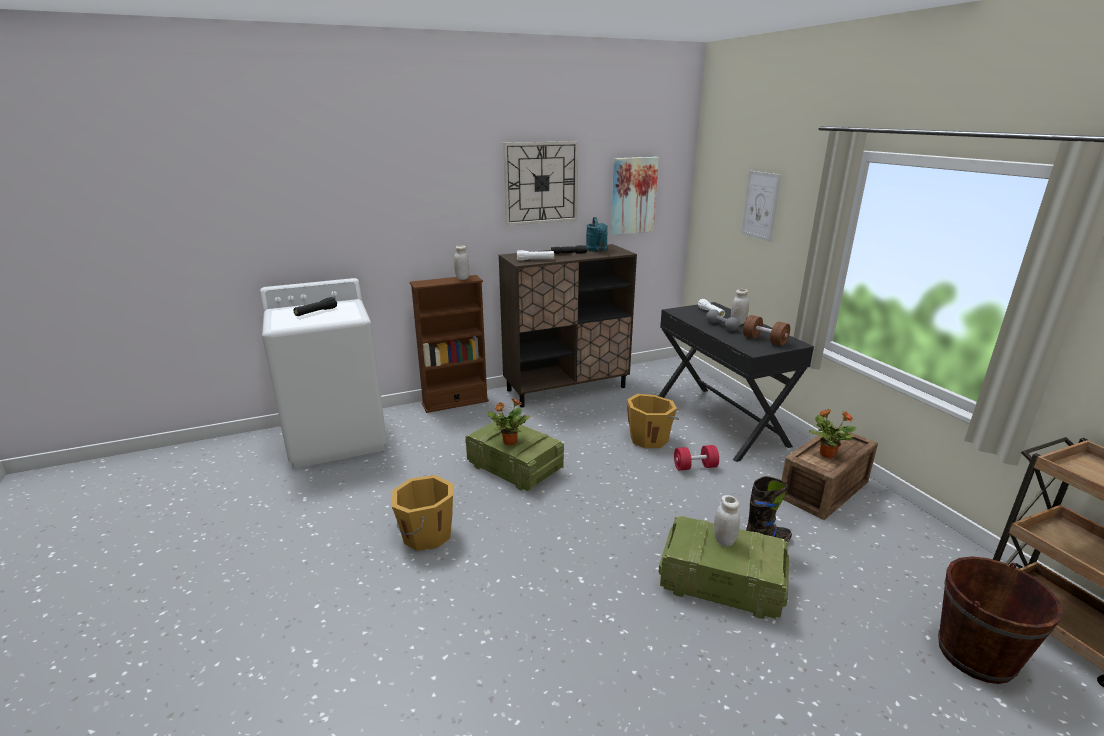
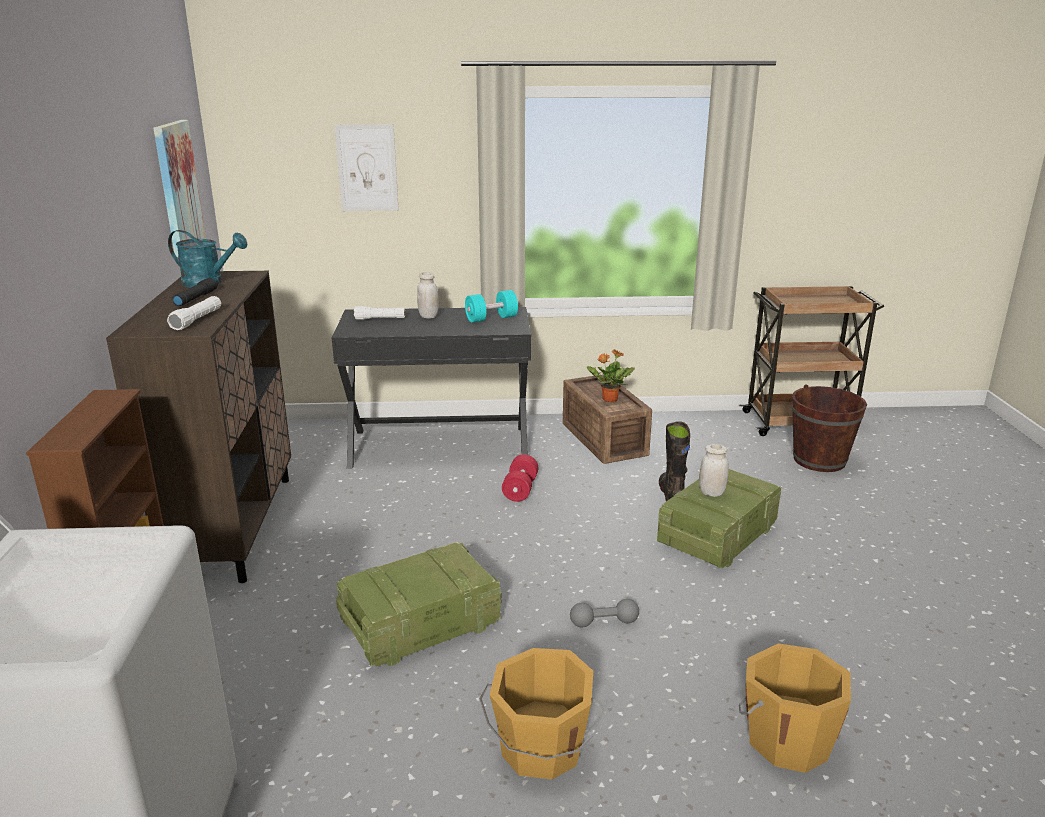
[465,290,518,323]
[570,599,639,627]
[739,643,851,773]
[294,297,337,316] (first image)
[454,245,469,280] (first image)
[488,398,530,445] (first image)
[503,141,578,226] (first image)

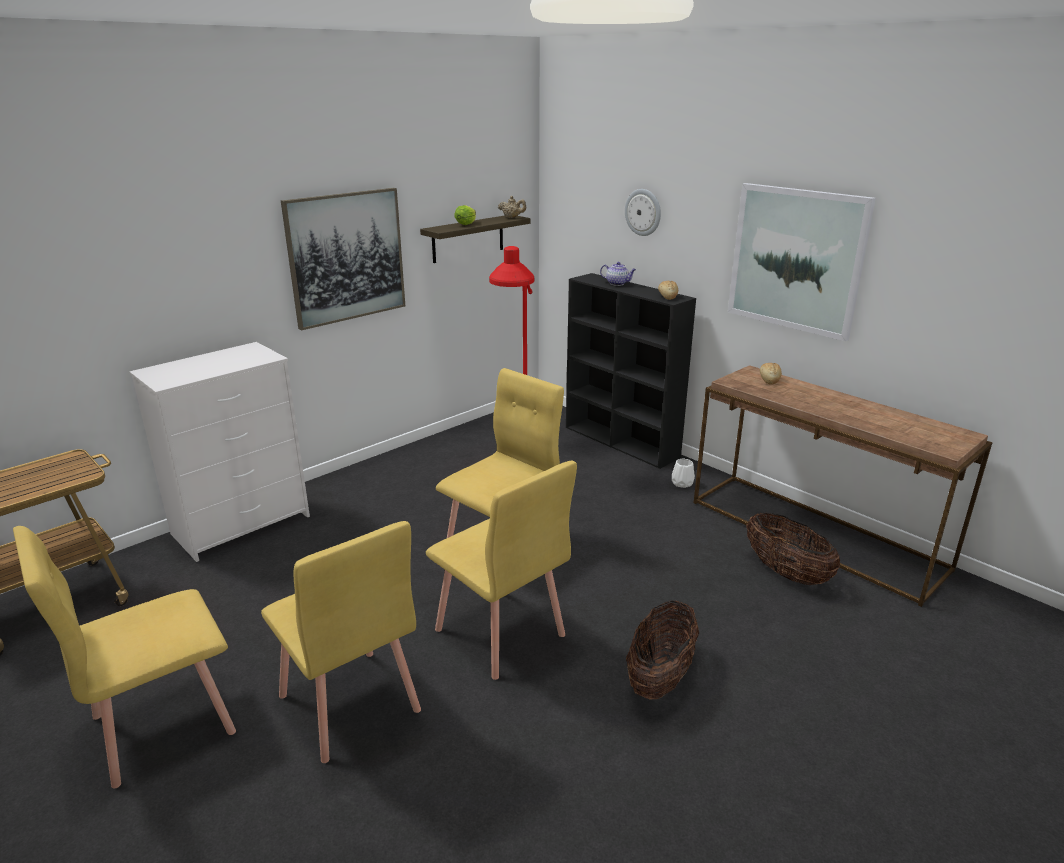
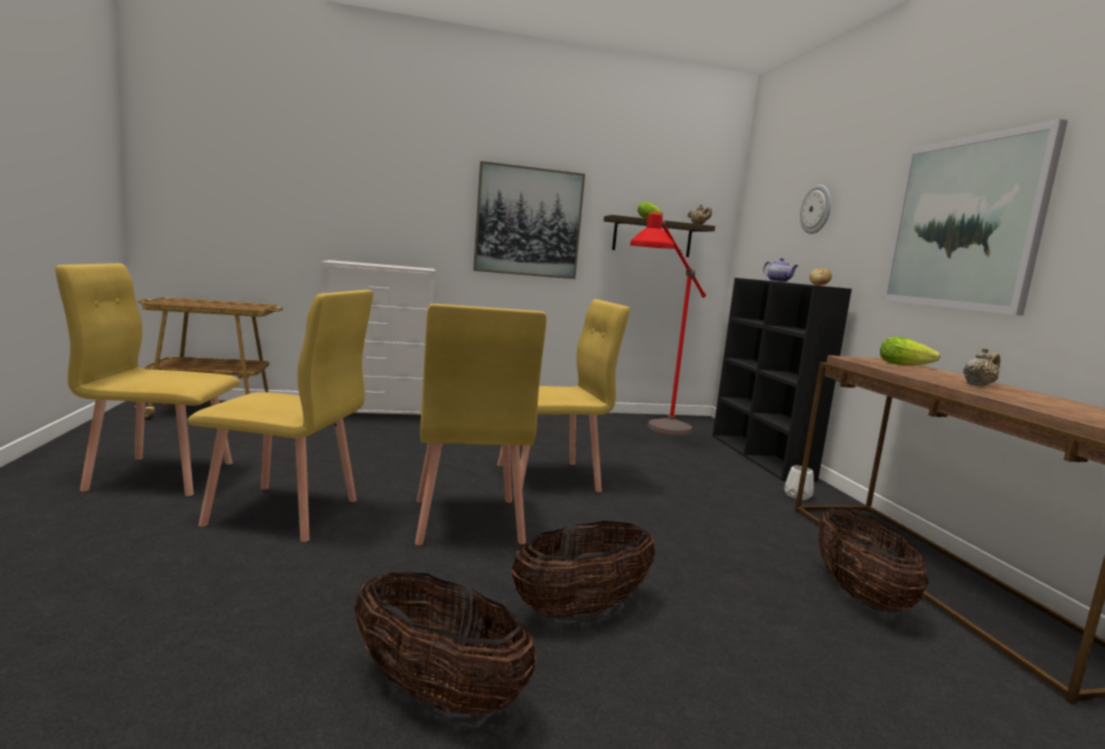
[188,290,373,542]
[354,572,537,716]
[880,336,941,365]
[963,347,1000,386]

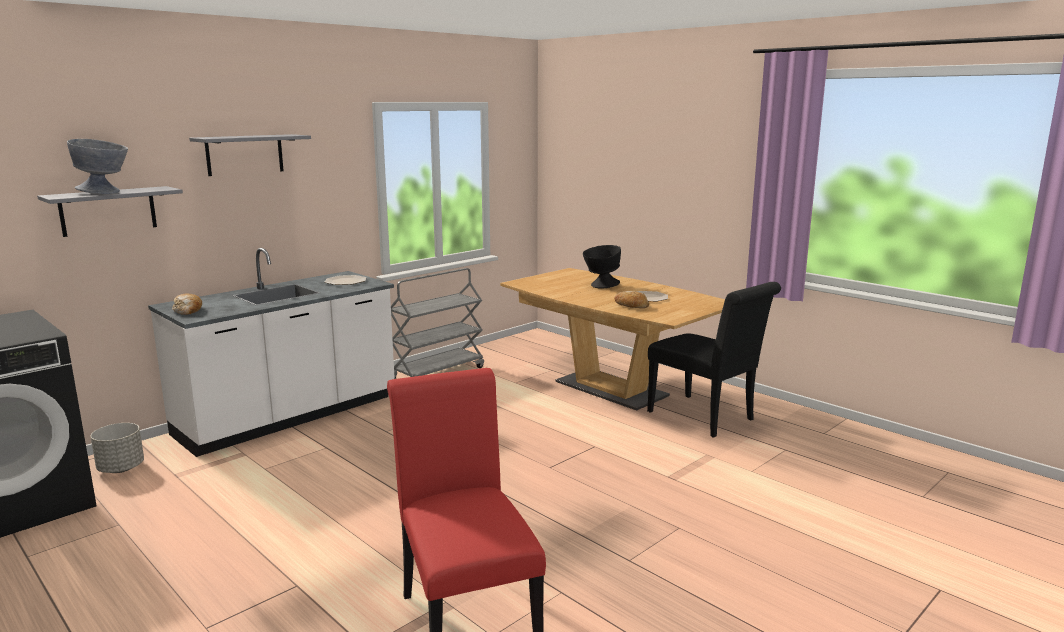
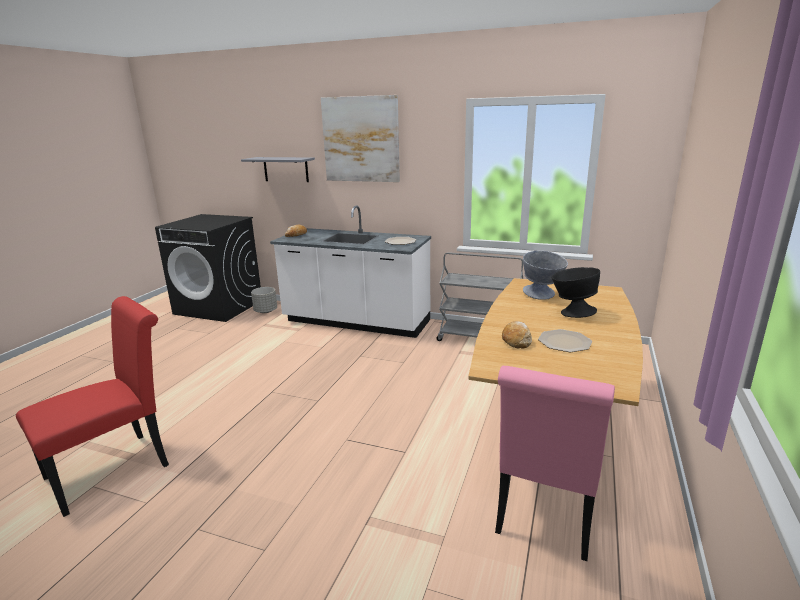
[321,95,400,182]
[495,366,615,561]
[523,251,568,300]

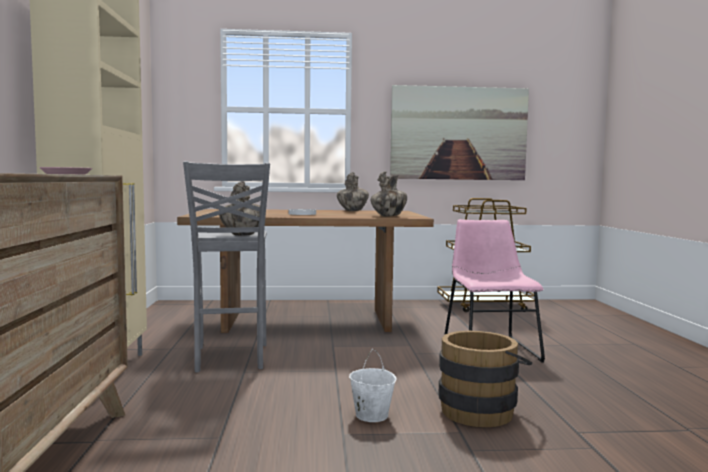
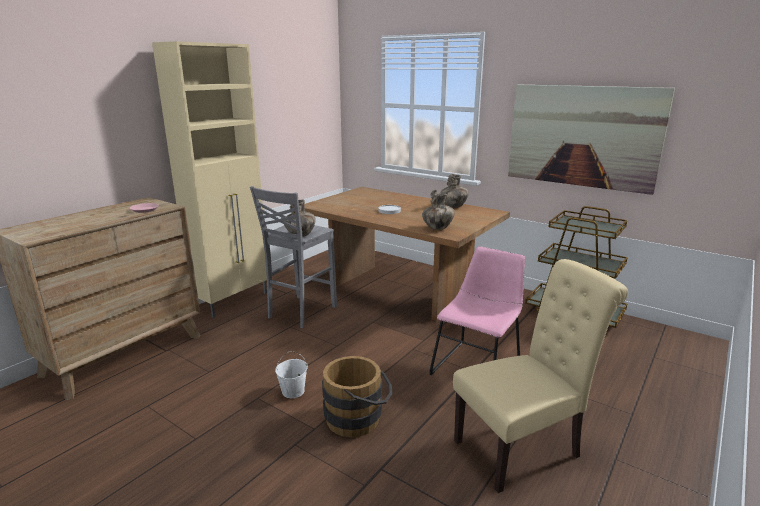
[453,259,628,493]

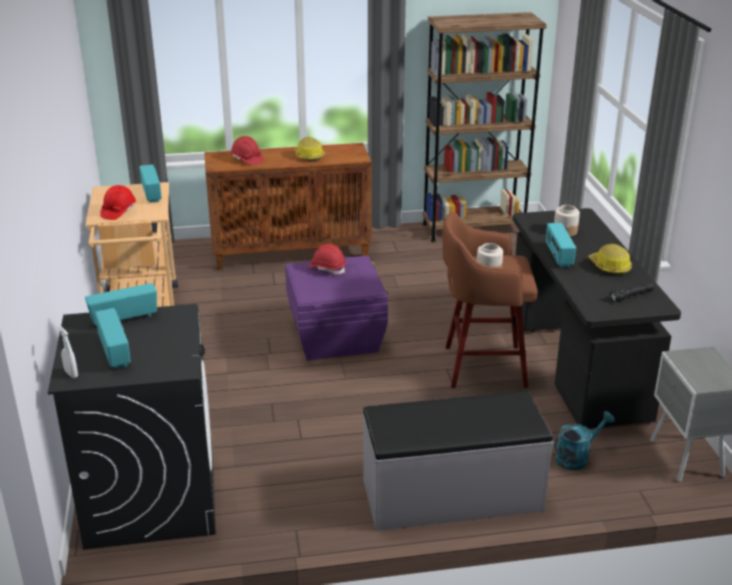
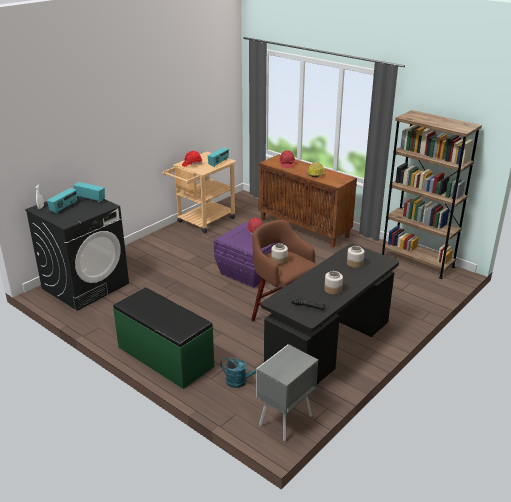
[113,287,214,389]
[324,271,343,295]
[546,223,576,268] (first image)

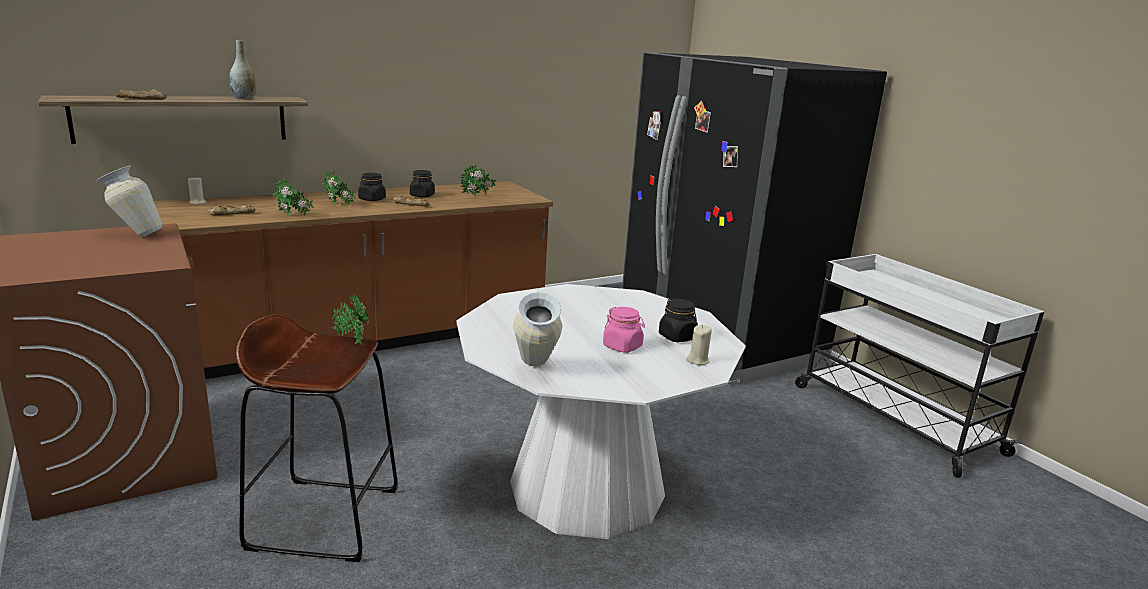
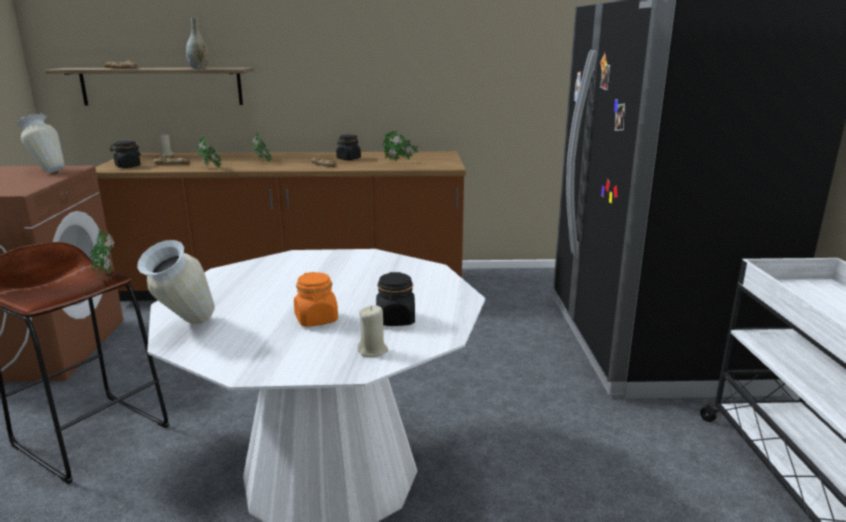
[110,141,141,168]
[294,272,338,327]

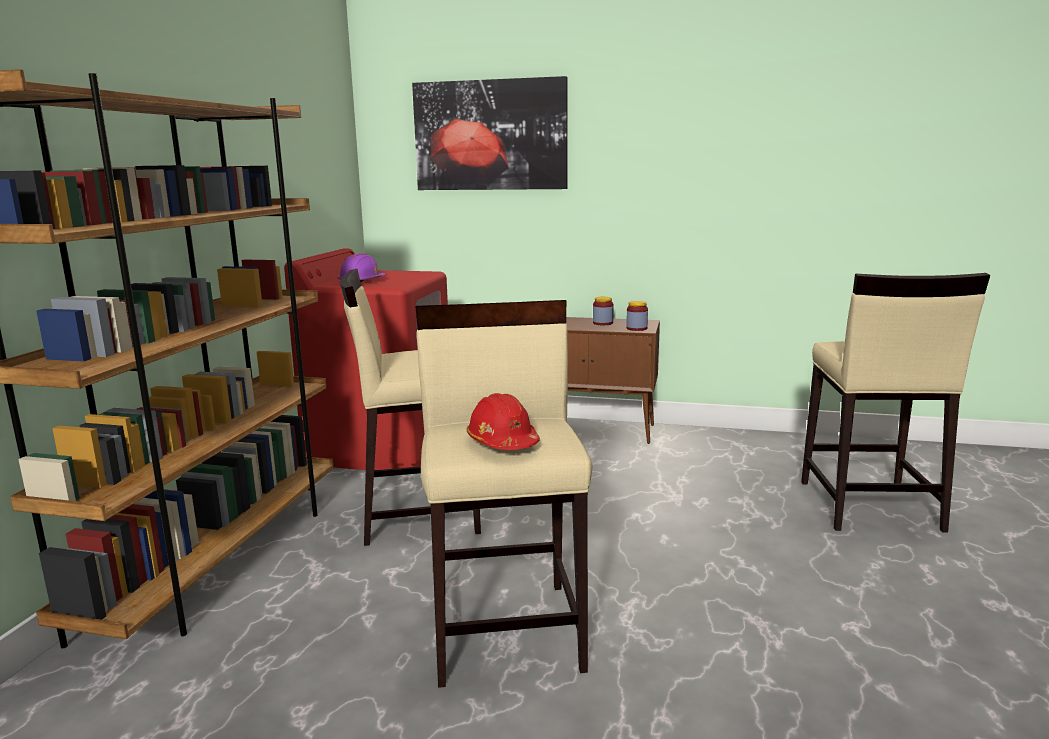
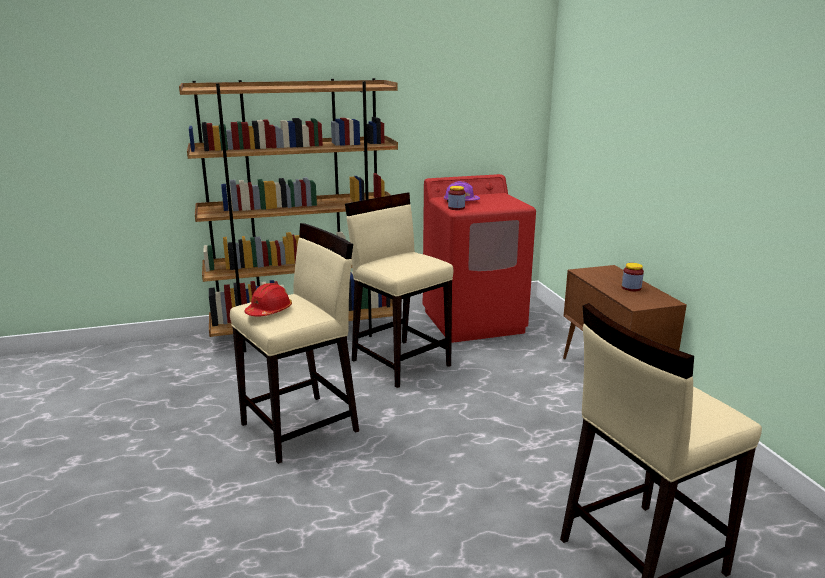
[448,186,465,210]
[412,76,568,190] (first image)

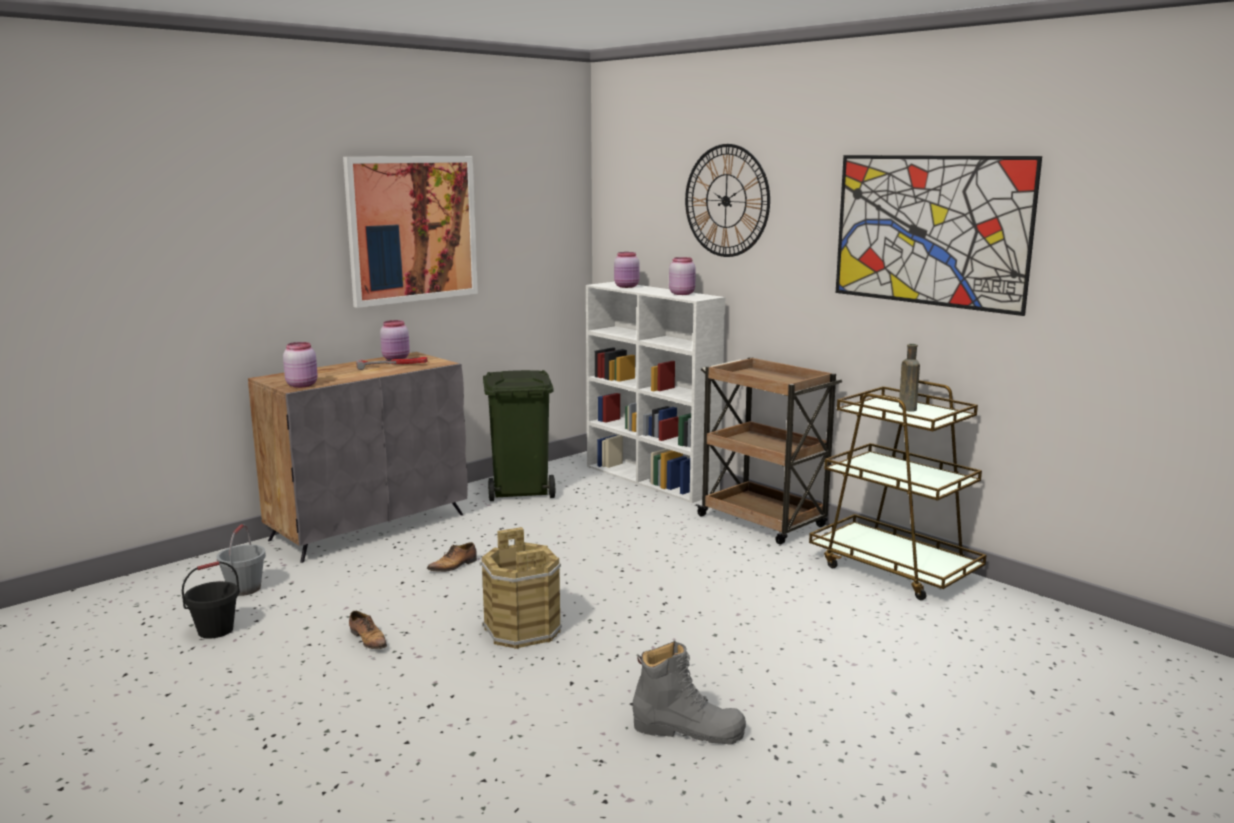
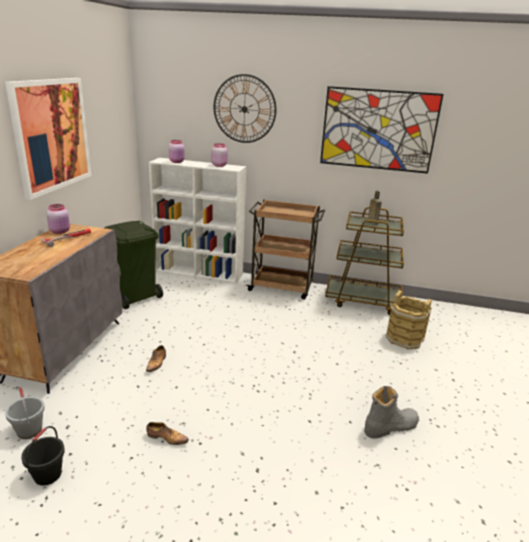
[386,290,432,350]
[283,342,318,388] (first image)

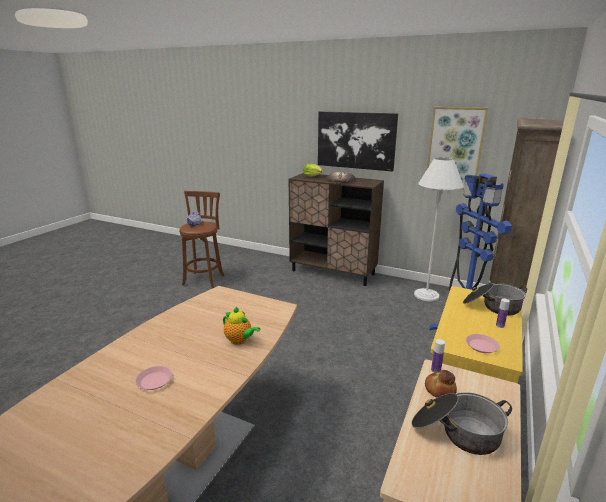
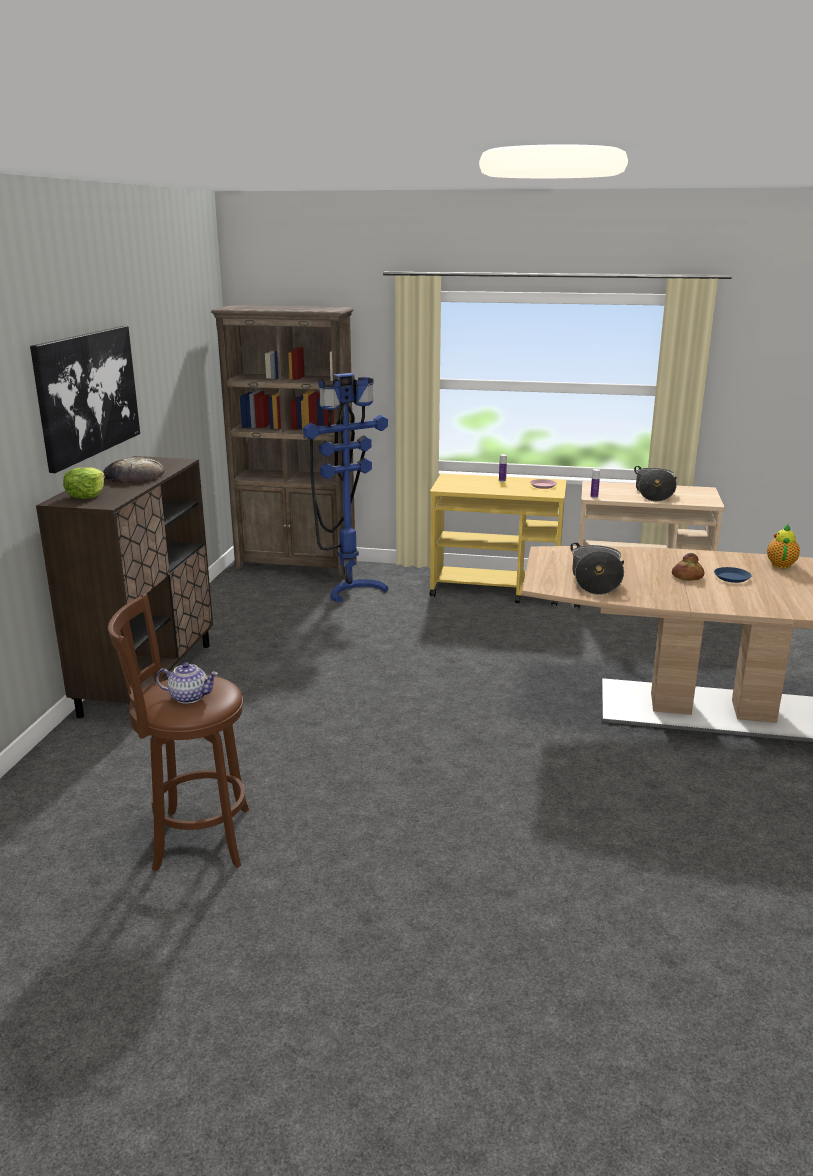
[570,543,624,595]
[672,553,704,580]
[714,567,751,583]
[767,524,800,568]
[414,157,463,301] (first image)
[427,107,488,190] (first image)

